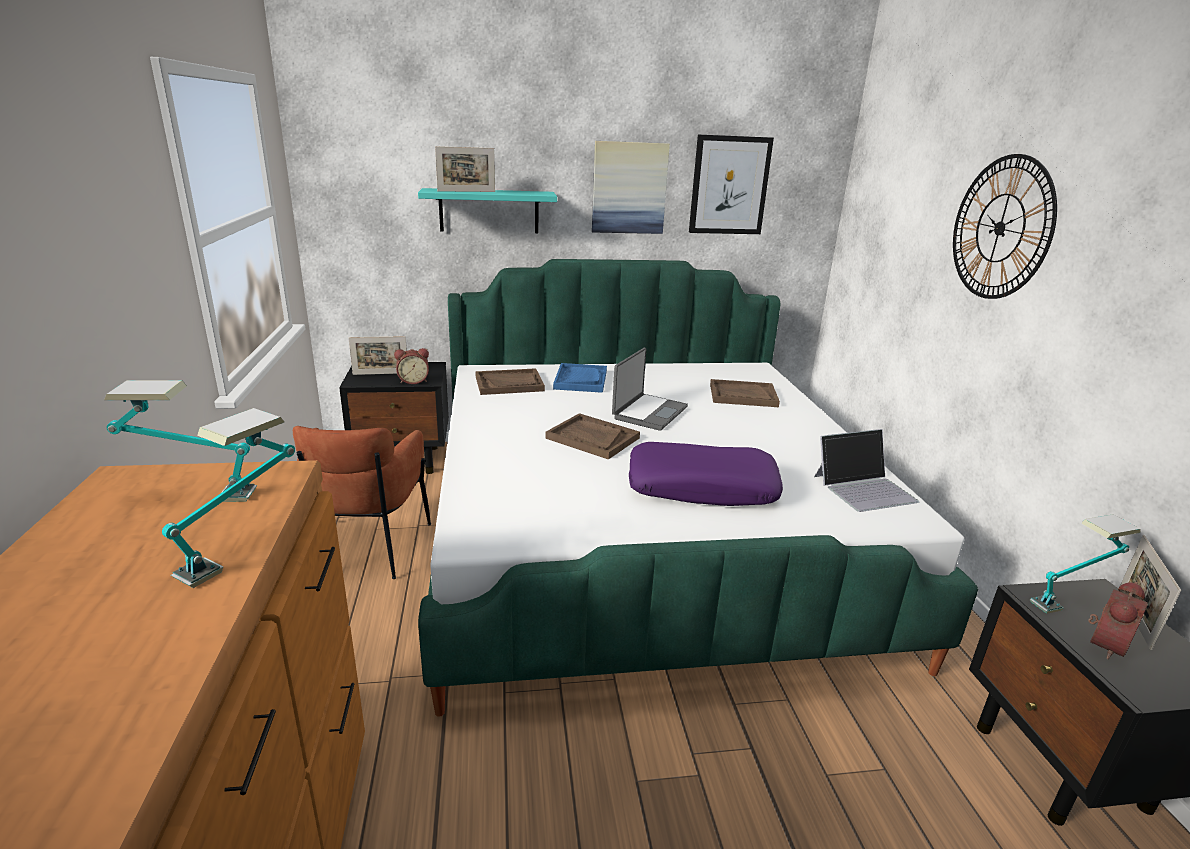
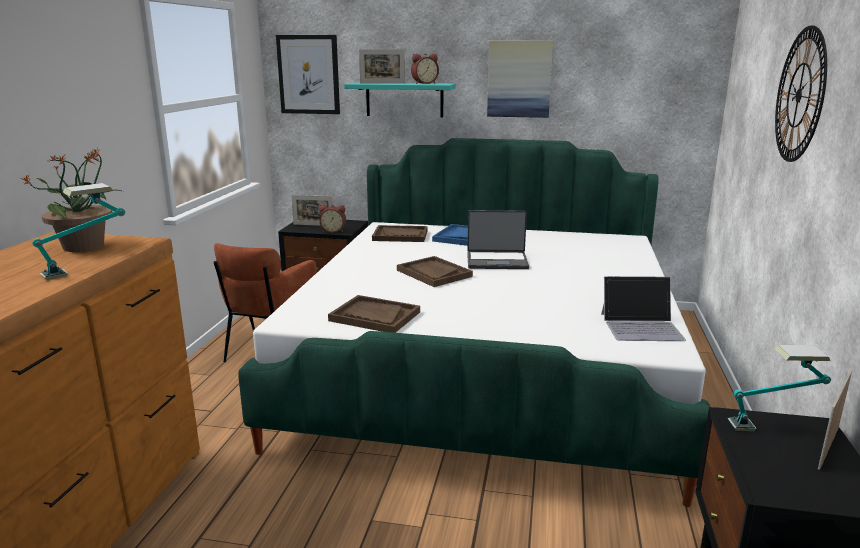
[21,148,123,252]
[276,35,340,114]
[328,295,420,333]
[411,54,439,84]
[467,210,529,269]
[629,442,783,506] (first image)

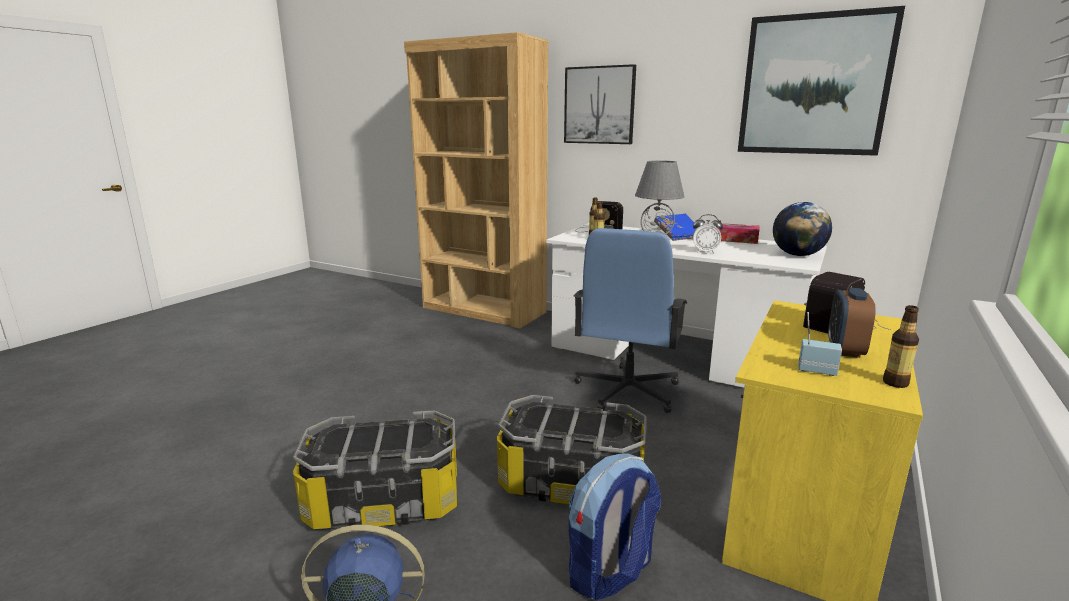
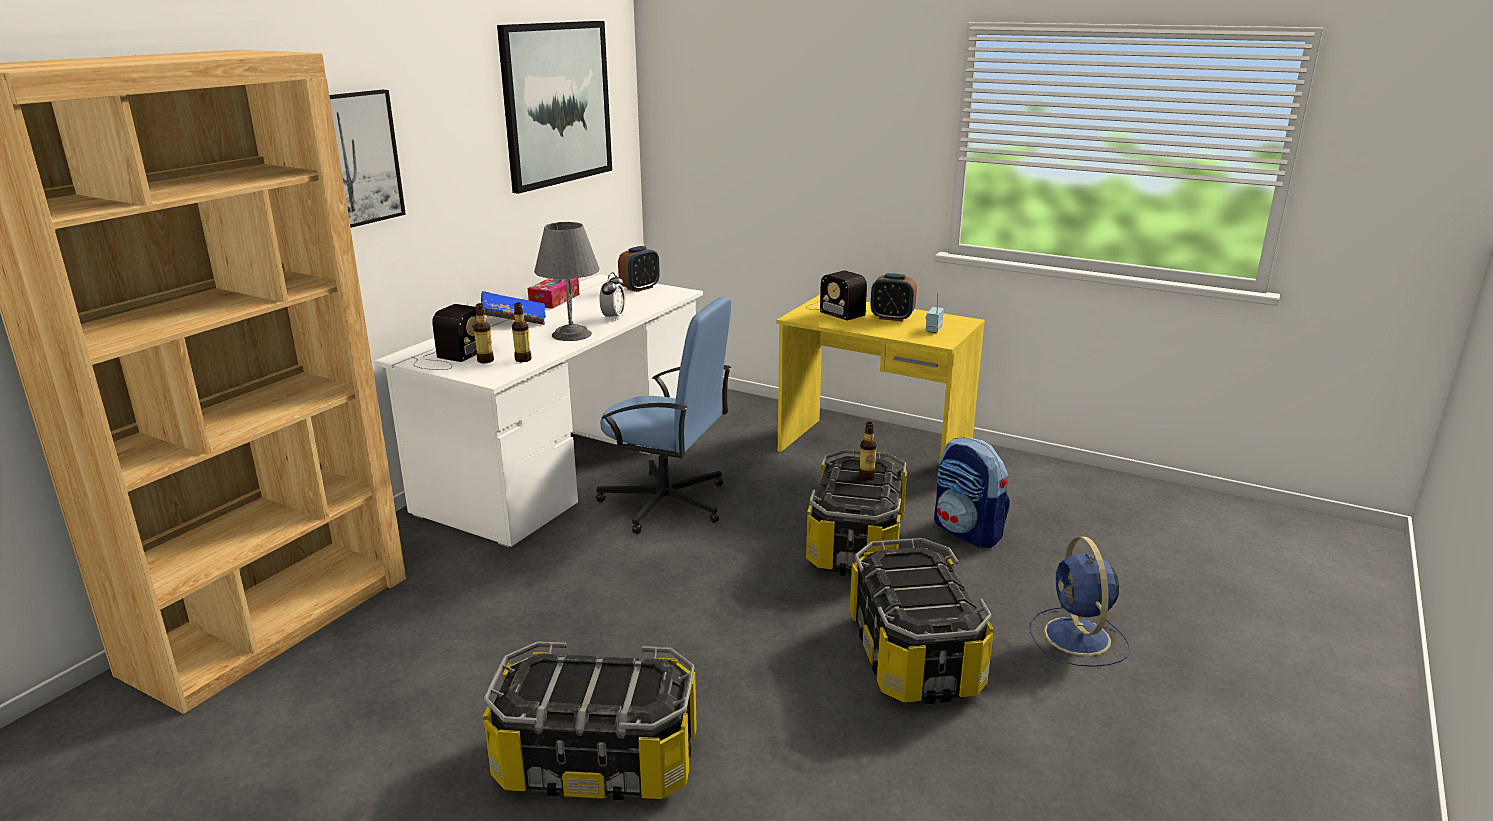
[483,642,697,800]
[618,246,660,292]
[859,422,877,480]

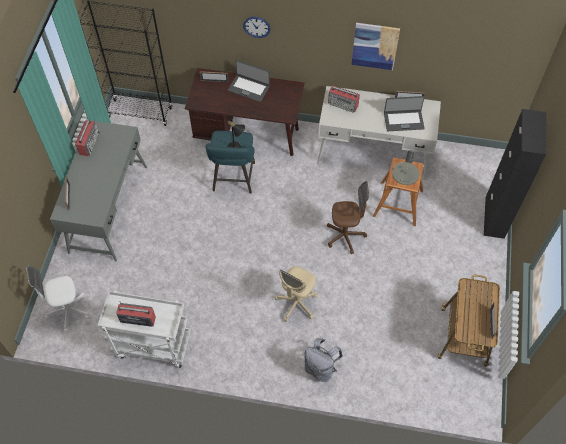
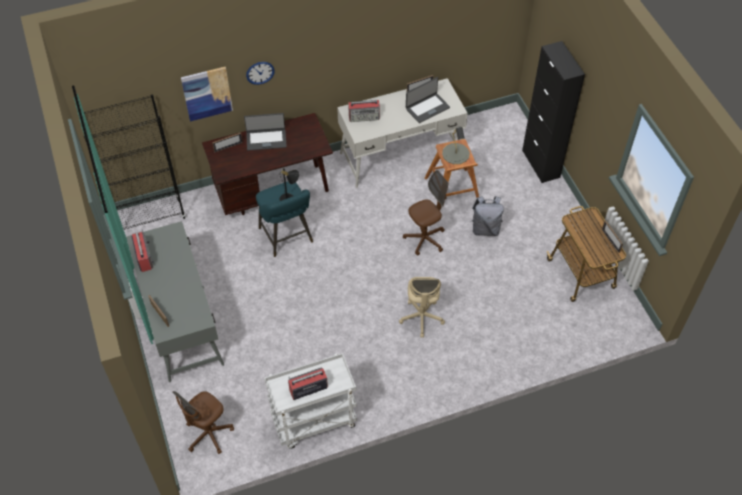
[173,391,234,454]
[181,67,233,121]
[470,196,504,236]

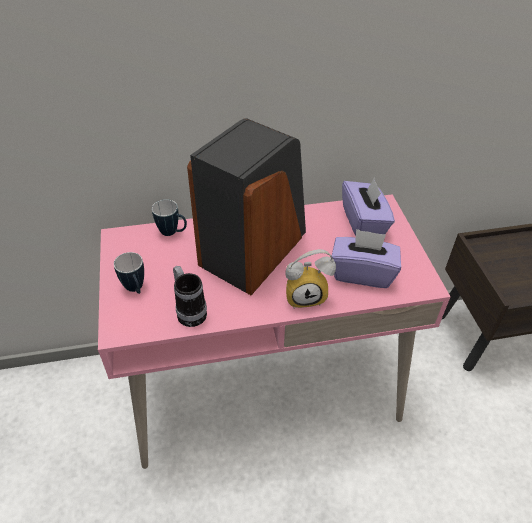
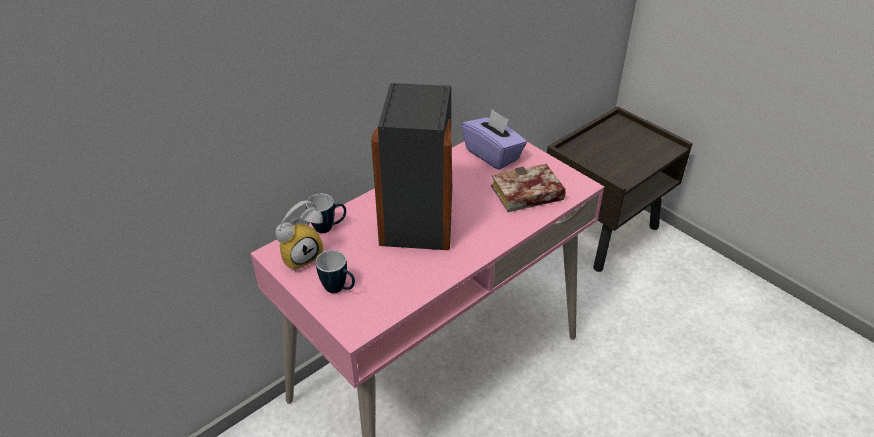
[275,201,323,272]
[491,164,566,212]
[173,266,207,327] (first image)

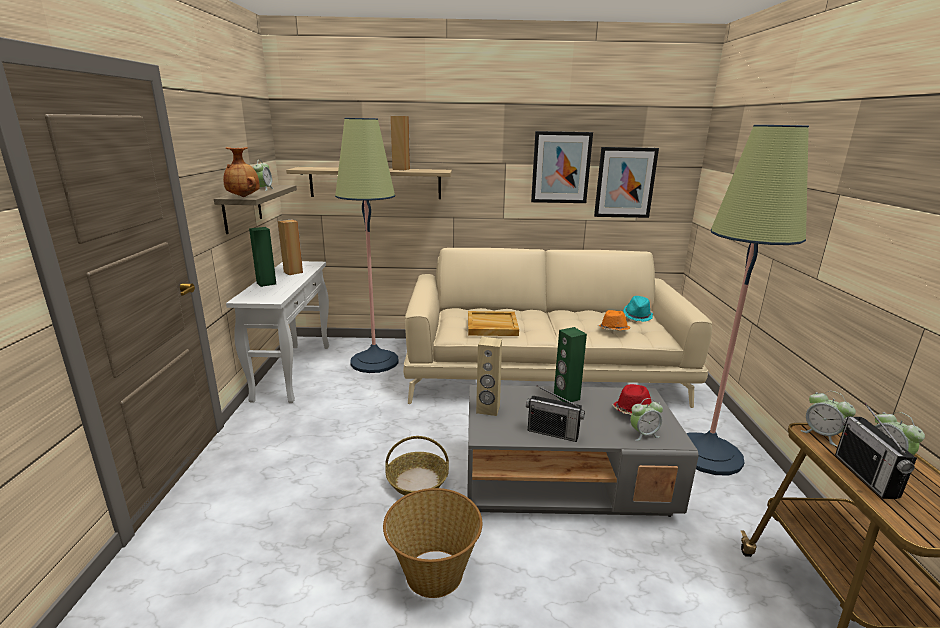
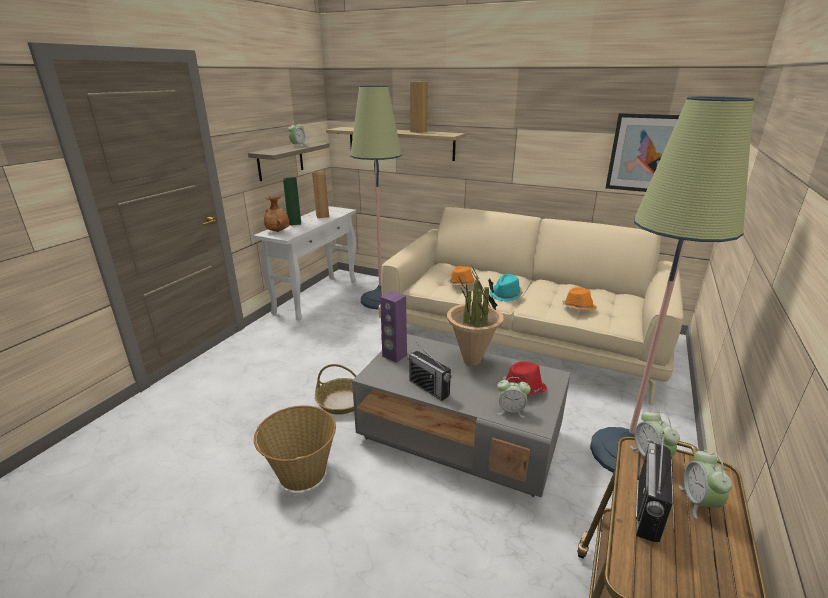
[264,196,289,232]
[380,291,407,363]
[447,264,504,366]
[447,266,475,285]
[490,274,523,302]
[531,131,593,203] (first image)

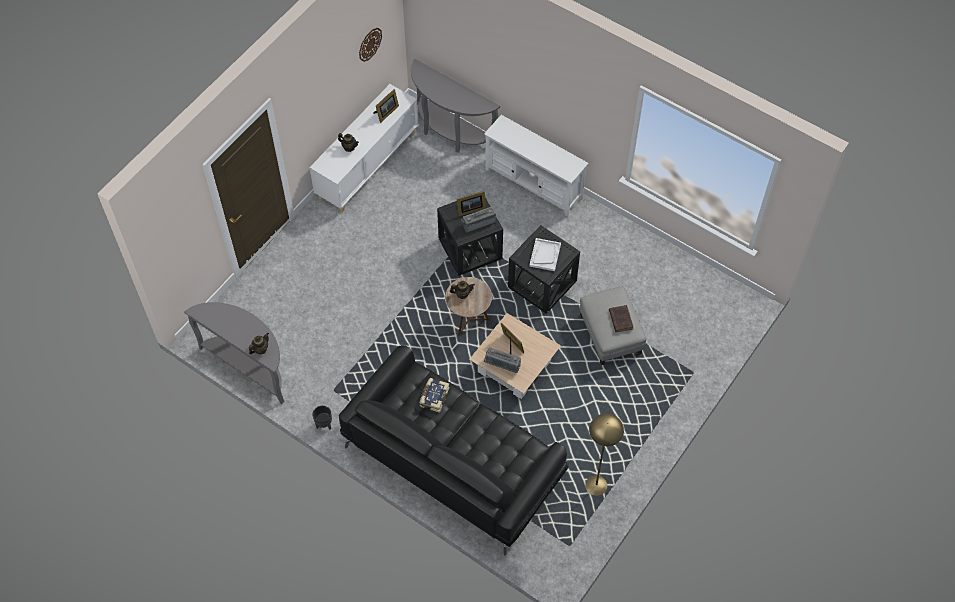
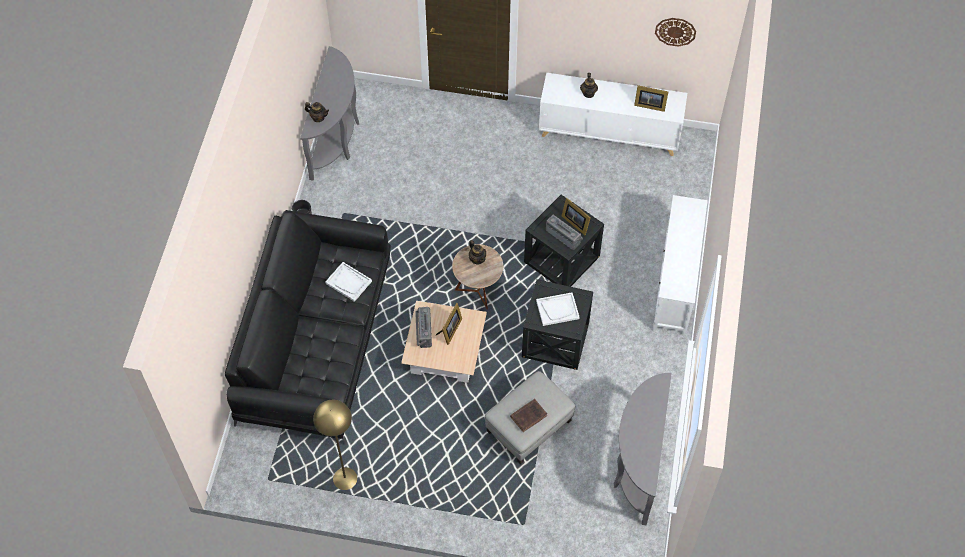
[325,262,372,302]
[613,373,672,525]

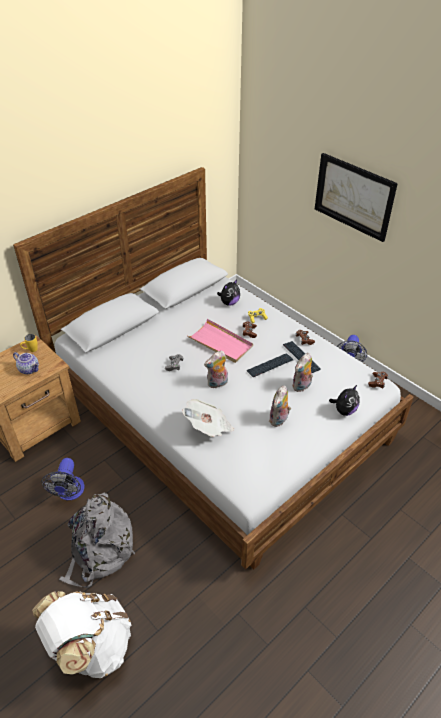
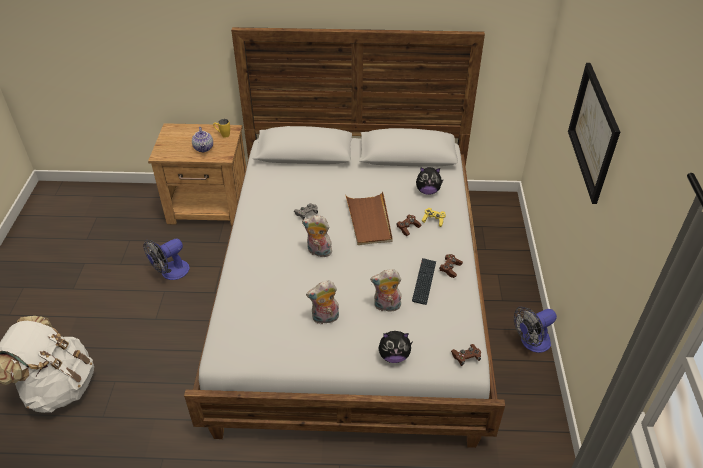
[346,192,392,245]
[59,493,135,588] (first image)
[182,399,234,437] (first image)
[247,353,294,377] (first image)

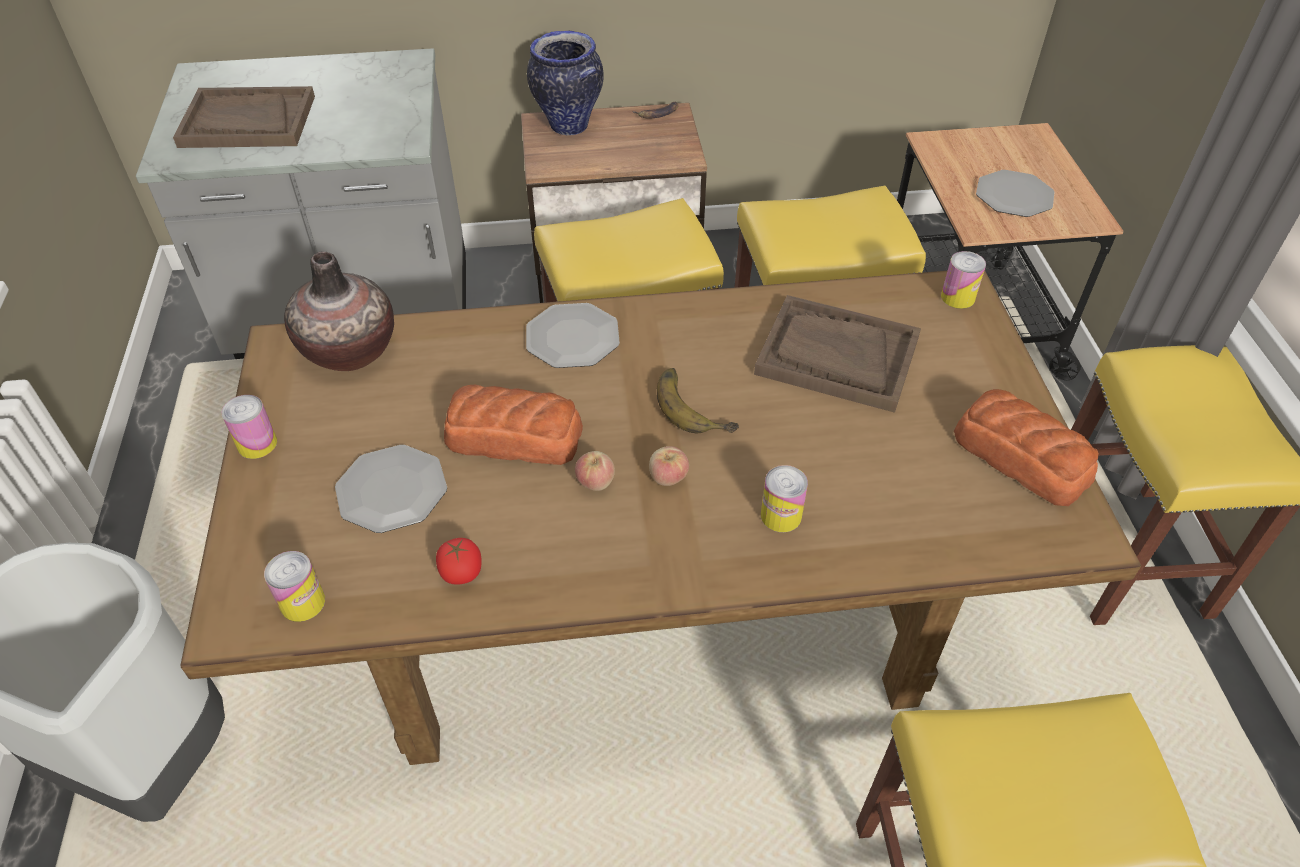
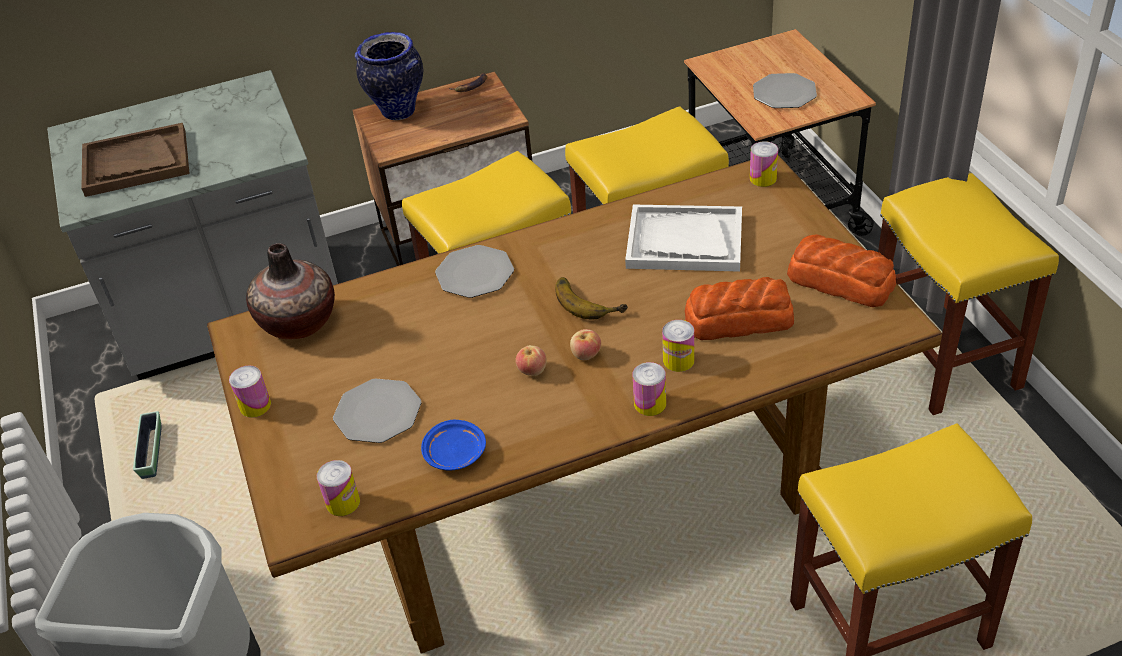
[133,411,162,479]
[421,420,486,471]
[625,205,742,272]
[633,362,666,416]
[685,277,794,340]

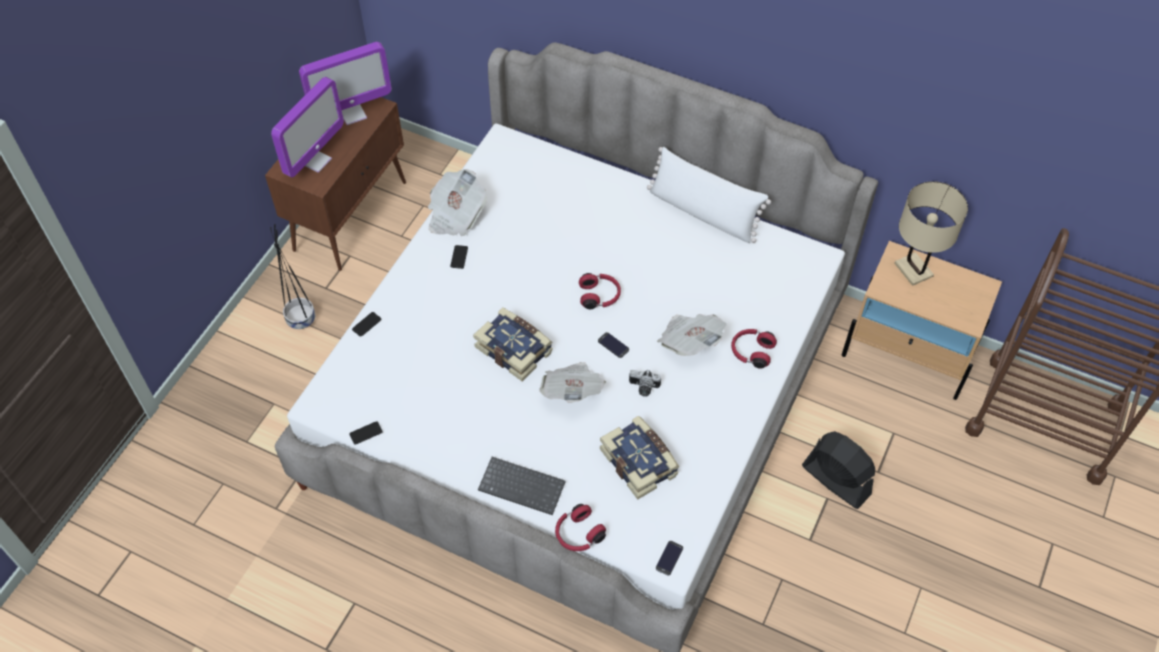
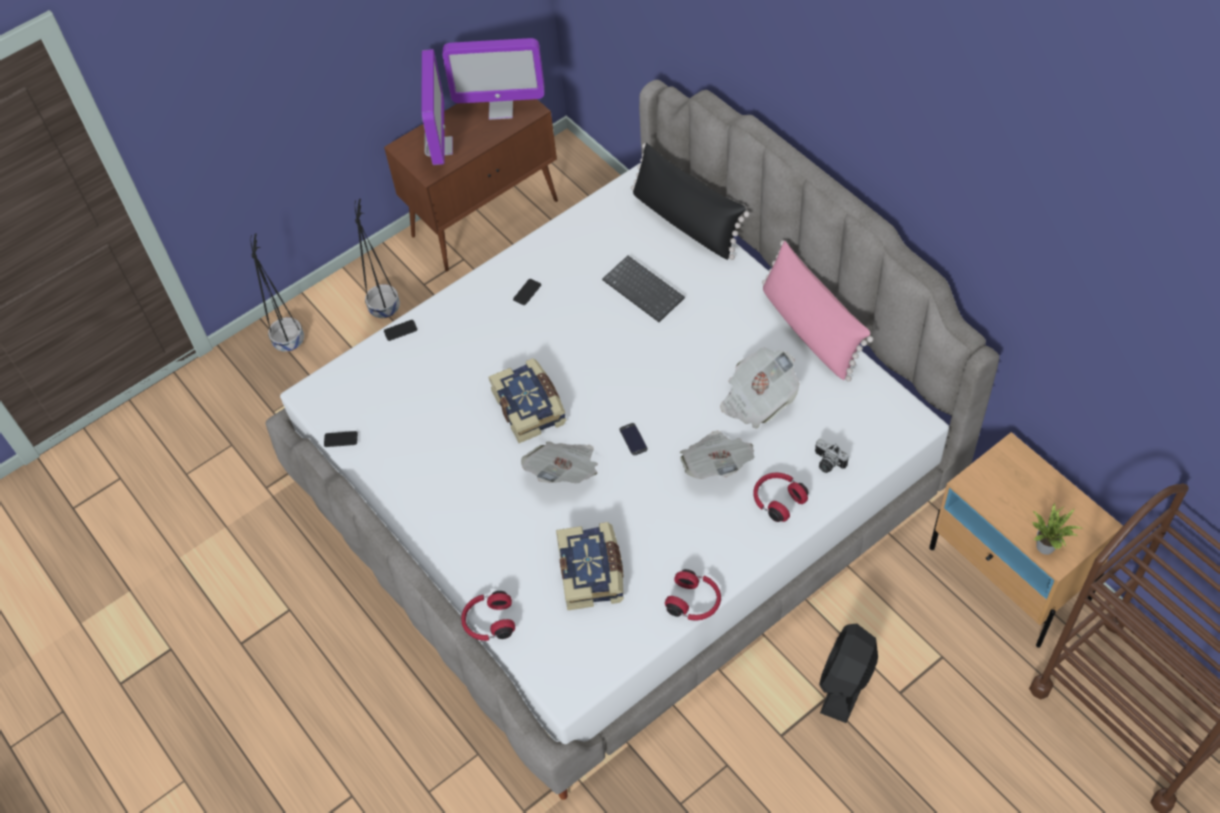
[251,234,304,352]
[421,49,453,165]
[602,256,685,322]
[631,143,750,260]
[665,569,721,621]
[720,347,799,429]
[762,240,874,382]
[815,439,849,473]
[819,623,878,723]
[1032,503,1084,555]
[656,541,683,575] (first image)
[894,181,968,286] (first image)

